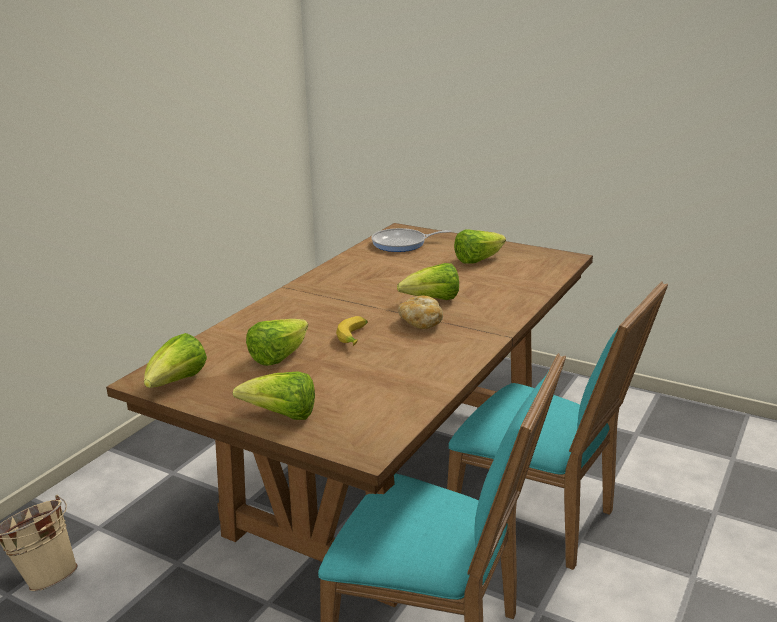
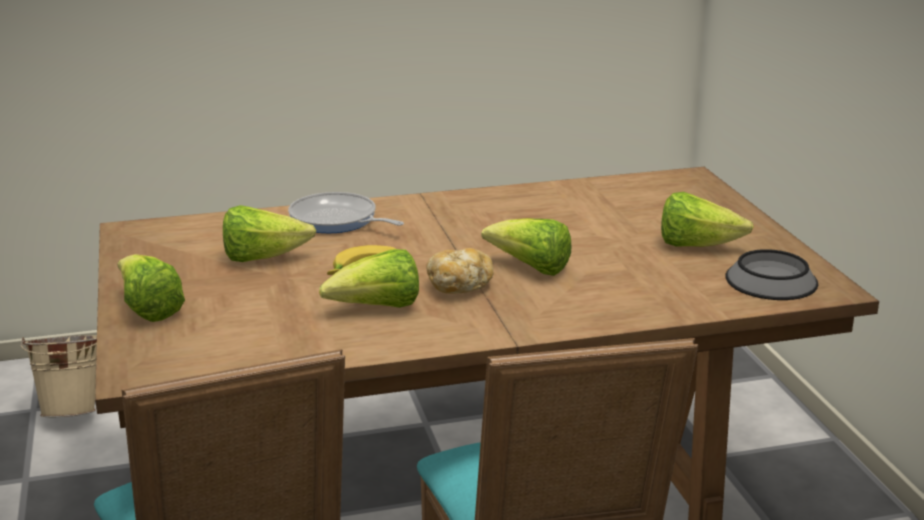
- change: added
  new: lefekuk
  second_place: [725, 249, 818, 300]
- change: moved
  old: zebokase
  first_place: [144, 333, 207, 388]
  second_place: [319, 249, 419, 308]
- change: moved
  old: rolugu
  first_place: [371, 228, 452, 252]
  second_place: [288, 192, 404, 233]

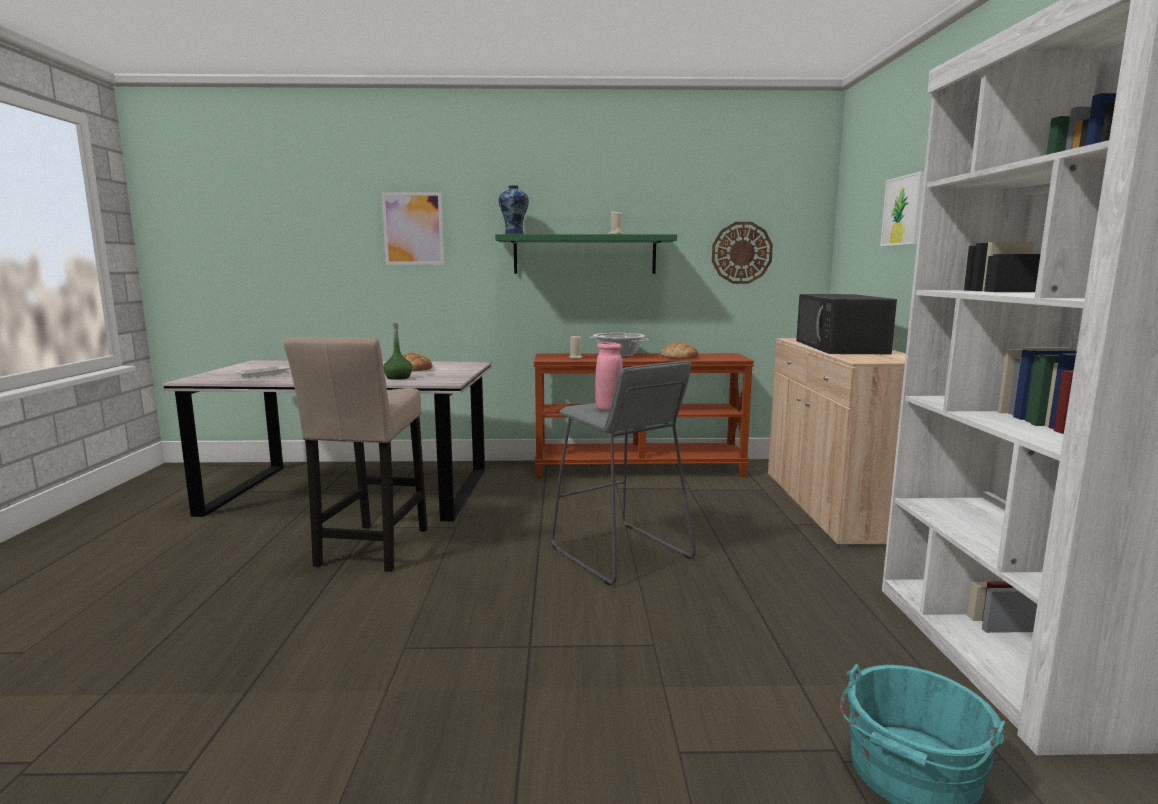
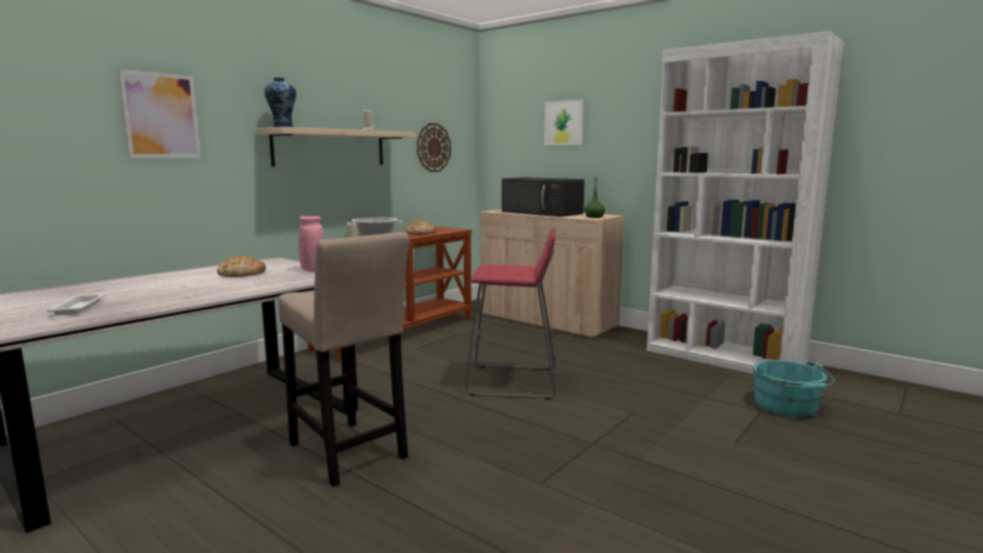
- change: moved
  old: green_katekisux
  first_place: [383, 323, 413, 380]
  second_place: [584, 177, 605, 218]
- change: moved
  old: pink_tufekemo
  first_place: [595, 342, 623, 411]
  second_place: [299, 216, 324, 271]
- change: recoloured
  old: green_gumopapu
  new: beige_gumopapu
  first_place: [495, 234, 677, 274]
  second_place: [256, 127, 416, 167]
- change: recoloured
  old: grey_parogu
  new: red_parogu
  first_place: [552, 361, 696, 586]
  second_place: [465, 228, 556, 399]

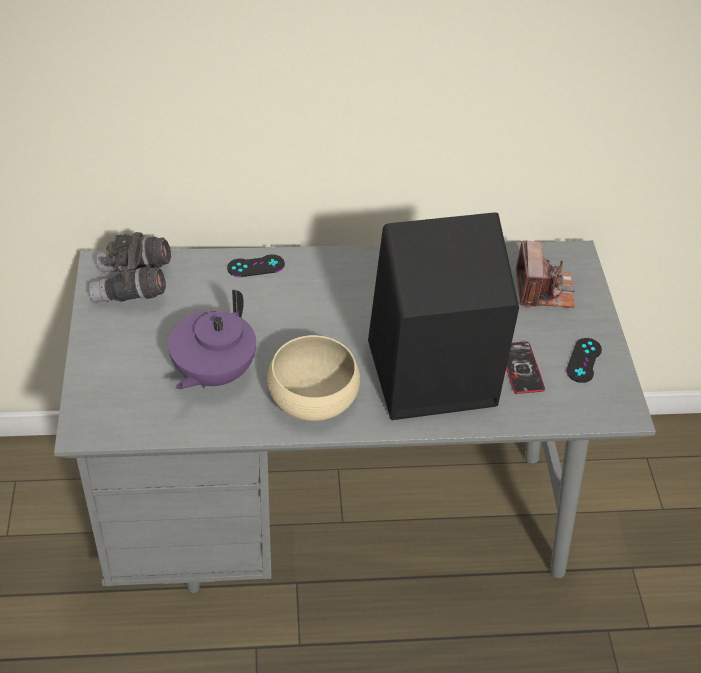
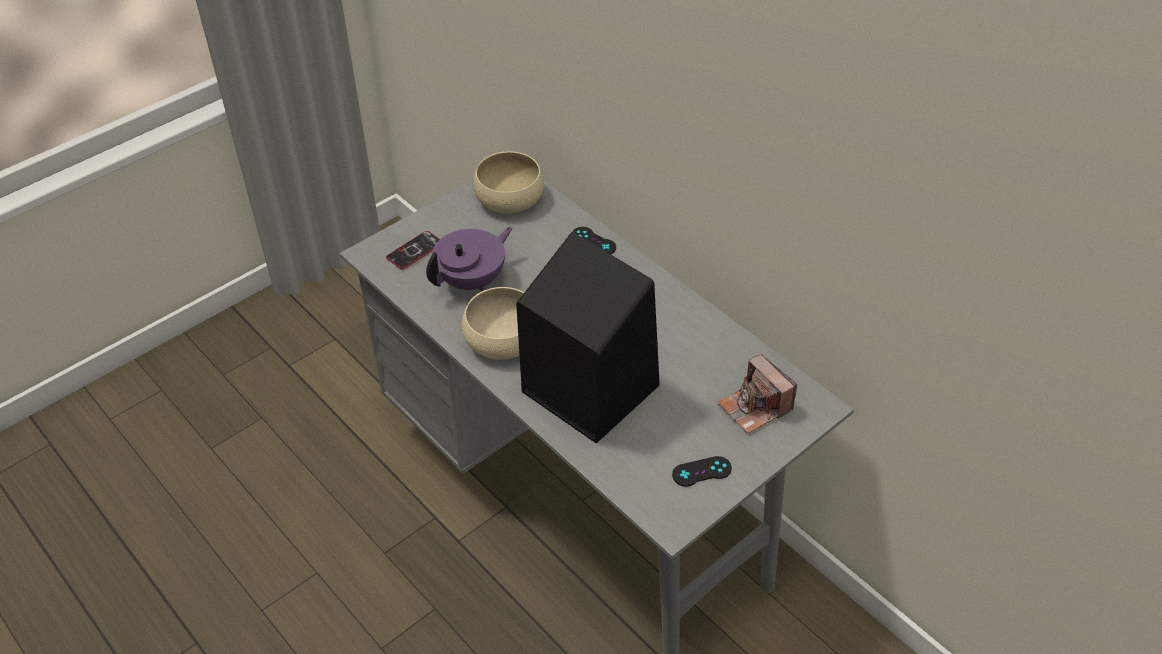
- change: moved
  old: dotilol
  first_place: [506, 341, 545, 394]
  second_place: [386, 231, 440, 270]
- change: replaced
  old: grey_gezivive
  new: beige_lefekuk
  first_place: [89, 232, 171, 303]
  second_place: [473, 151, 544, 214]
- change: turned
  old: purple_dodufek
  first_place: [168, 290, 256, 390]
  second_place: [426, 227, 513, 291]
  degrees: 150
- change: turned
  old: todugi
  first_place: [516, 241, 575, 308]
  second_place: [718, 354, 797, 434]
  degrees: 90

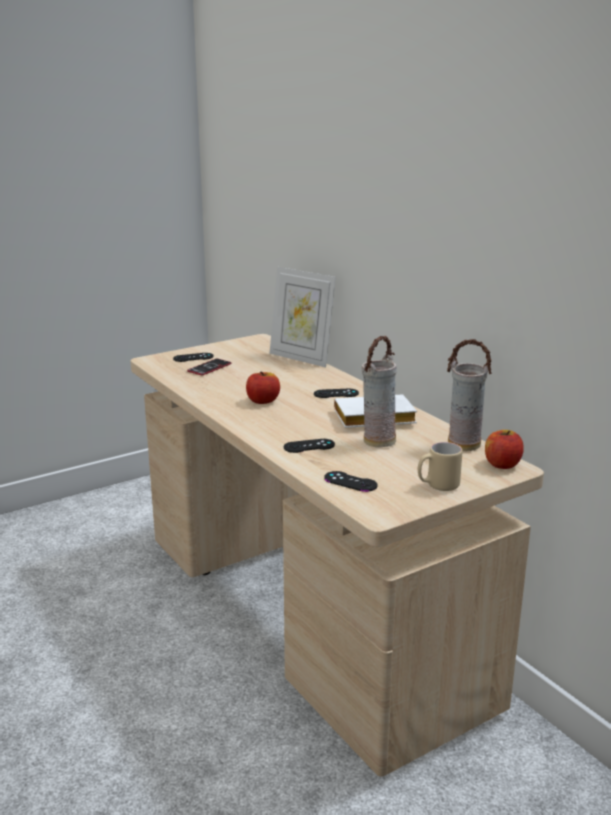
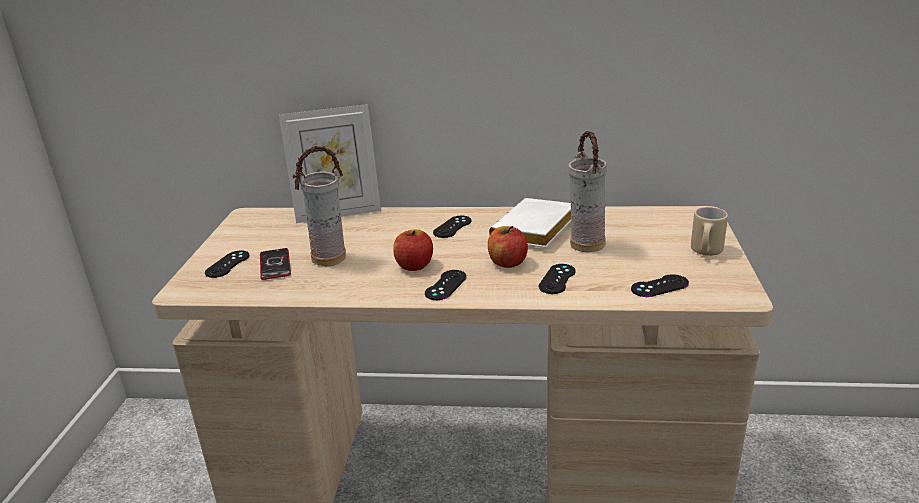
- change: added
  new: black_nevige
  second_place: [425, 270, 467, 300]
- change: moved
  old: tufekemo
  first_place: [447, 339, 492, 451]
  second_place: [293, 146, 346, 266]
- change: moved
  old: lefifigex
  first_place: [485, 430, 524, 469]
  second_place: [488, 226, 528, 268]

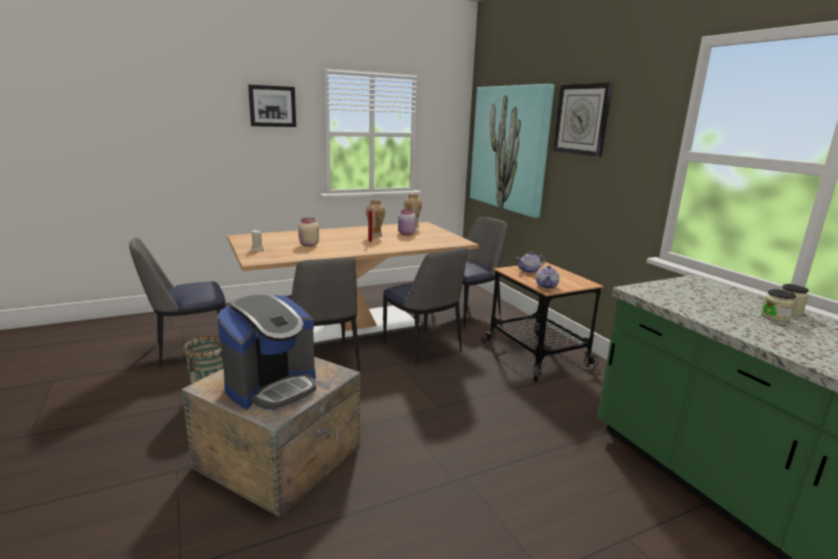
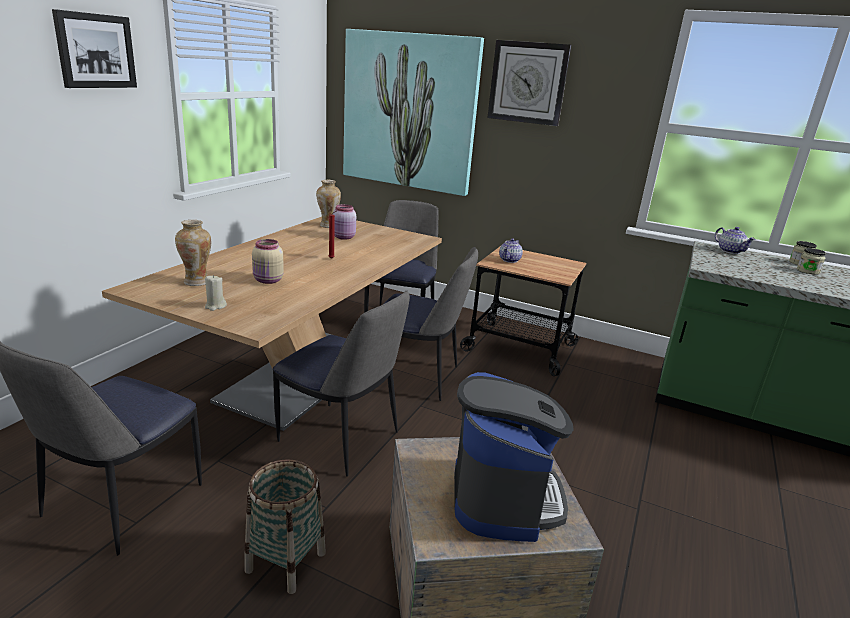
- change: moved
  old: tufekemo
  first_place: [366, 199, 385, 238]
  second_place: [175, 220, 211, 286]
- change: moved
  old: dodufek
  first_place: [536, 265, 559, 289]
  second_place: [715, 227, 755, 254]

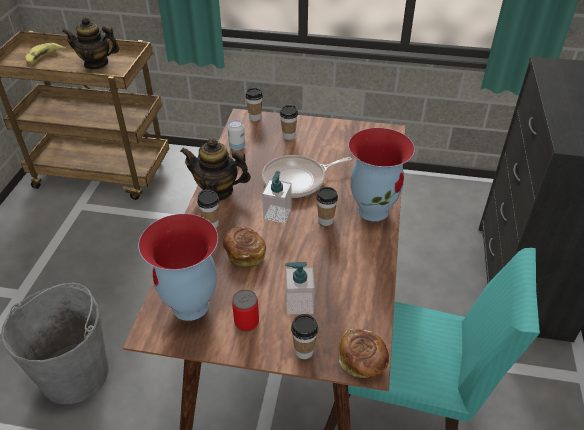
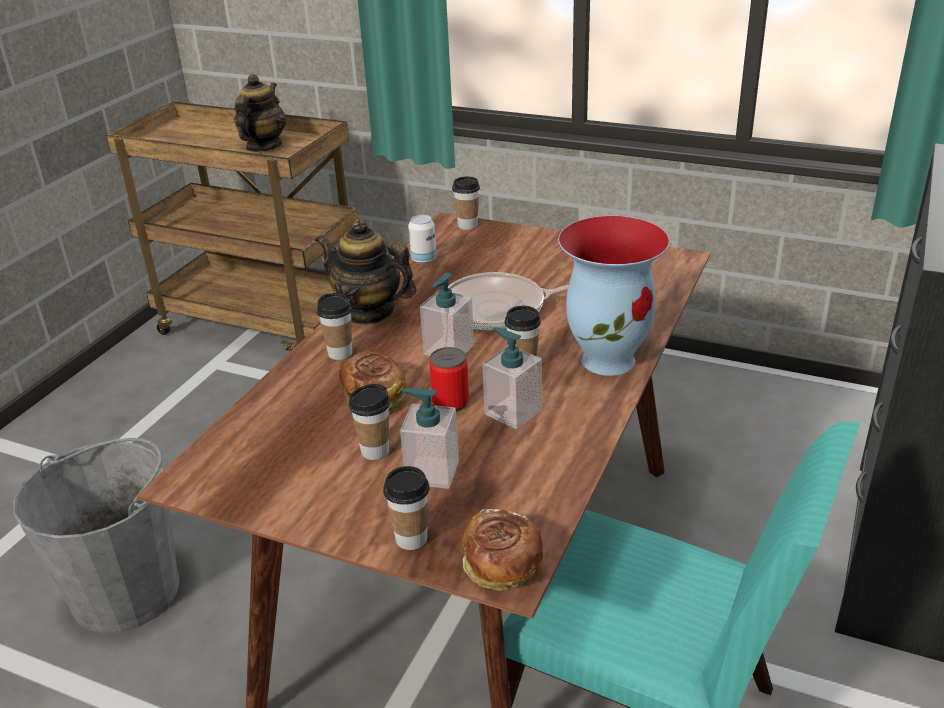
- change: removed
  old: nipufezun
  first_place: [25, 43, 66, 66]
- change: removed
  old: tufekemo
  first_place: [138, 214, 218, 321]
- change: added
  new: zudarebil
  second_place: [483, 327, 542, 429]
- change: moved
  old: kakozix
  first_place: [232, 289, 259, 331]
  second_place: [429, 347, 469, 412]
- change: moved
  old: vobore
  first_place: [280, 105, 298, 140]
  second_place: [349, 384, 390, 460]
- change: turned
  old: dodufek
  first_place: [62, 17, 120, 70]
  second_place: [234, 74, 286, 152]
  degrees: 90

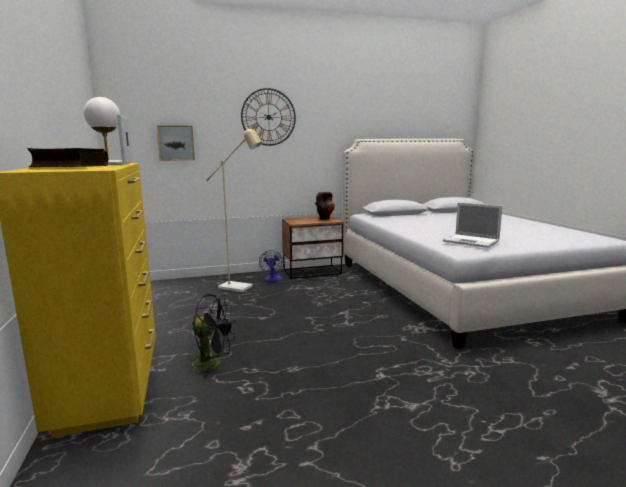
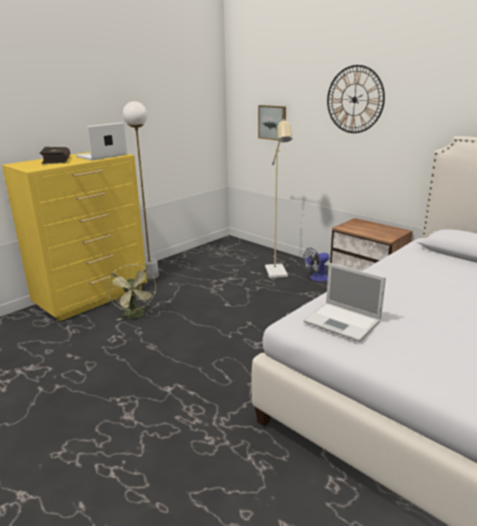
- change: removed
  old: tufekemo
  first_place: [315, 192, 335, 220]
- change: recoloured
  old: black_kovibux
  new: green_kovibux
  first_place: [189, 294, 235, 378]
  second_place: [107, 264, 156, 321]
- change: turned
  old: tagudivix
  first_place: [443, 203, 503, 248]
  second_place: [303, 263, 386, 342]
  degrees: -60

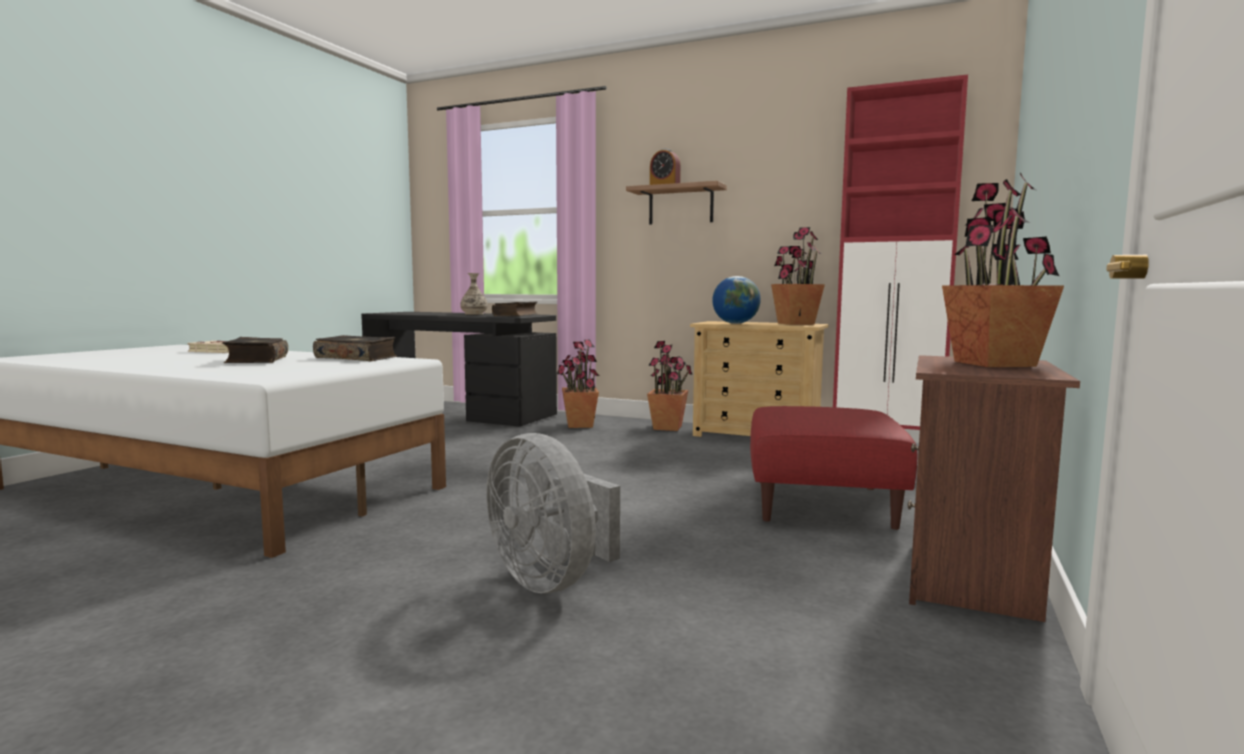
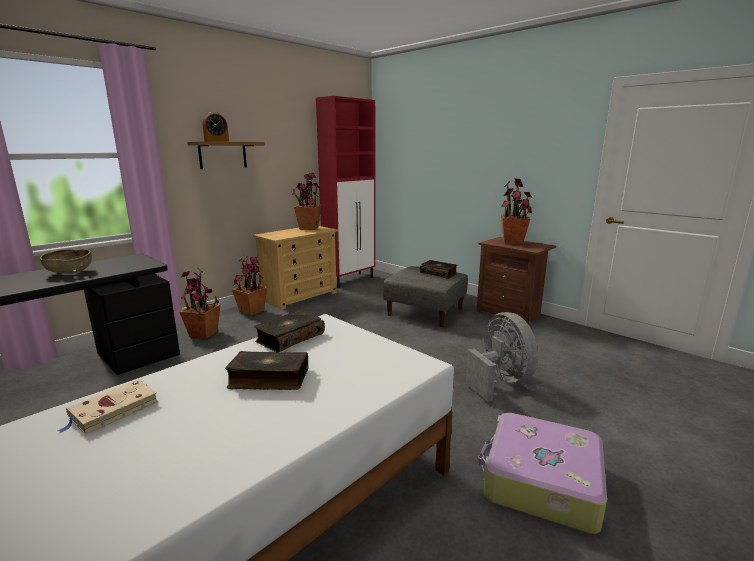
- change: removed
  old: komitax
  first_place: [712, 276, 761, 324]
- change: added
  new: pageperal
  second_place: [478, 413, 607, 534]
- change: moved
  old: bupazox
  first_place: [492, 302, 538, 316]
  second_place: [420, 260, 457, 279]
- change: replaced
  old: tufekemo
  new: brown_lefekuk
  first_place: [460, 273, 488, 315]
  second_place: [40, 249, 92, 274]
- change: recoloured
  old: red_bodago
  new: grey_bodago
  first_place: [750, 406, 917, 530]
  second_place: [383, 266, 468, 327]
- change: turned
  old: grey_kovibux
  first_place: [486, 433, 620, 593]
  second_place: [466, 312, 538, 402]
  degrees: -90

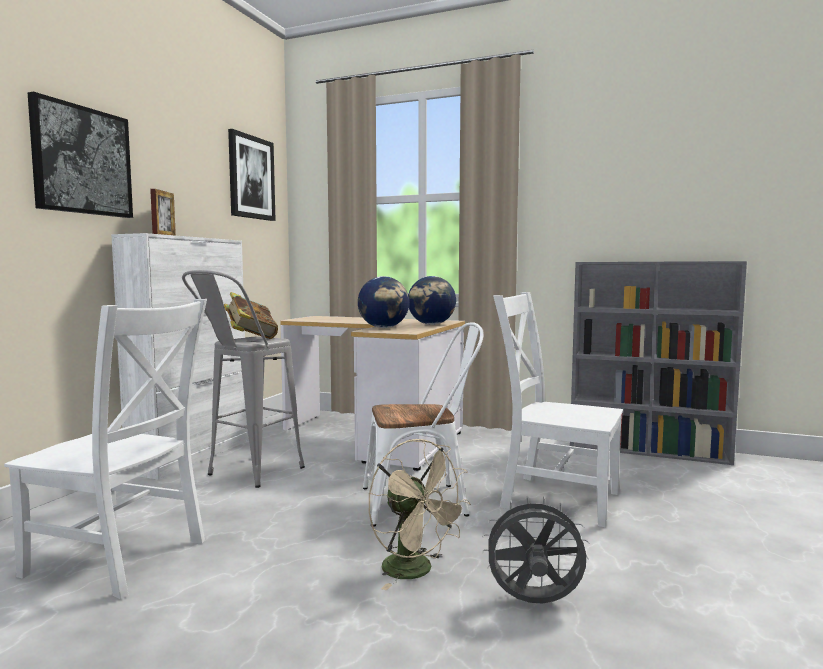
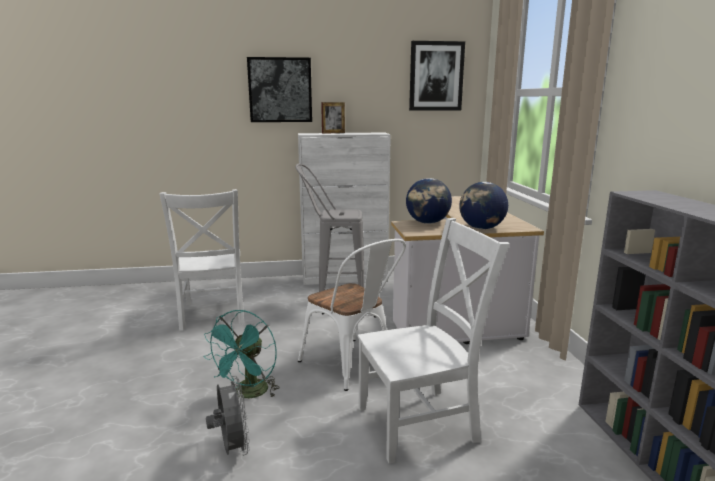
- change: removed
  old: bupazox
  first_place: [224, 292, 278, 339]
- change: recoloured
  old: beige_kovibux
  new: turquoise_kovibux
  first_place: [368, 439, 471, 590]
  second_place: [203, 310, 280, 398]
- change: turned
  old: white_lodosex
  first_place: [493, 292, 623, 527]
  second_place: [357, 218, 509, 464]
  degrees: 75

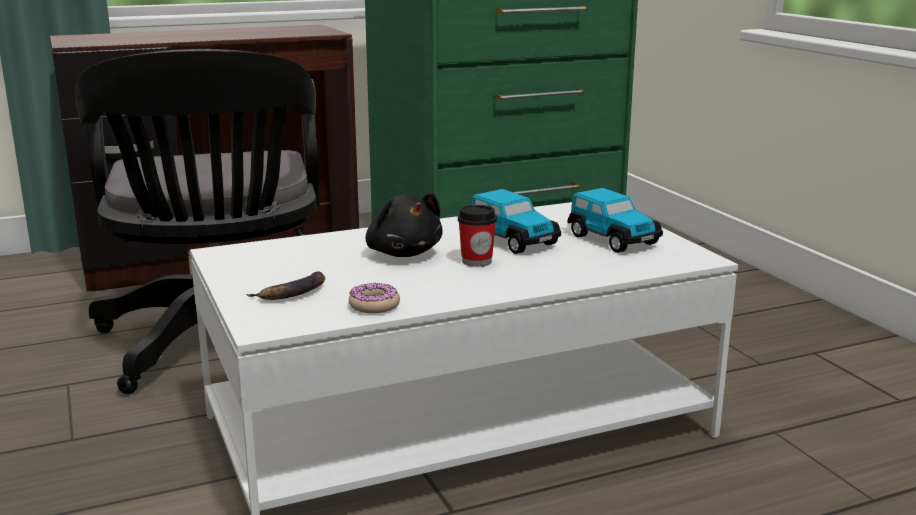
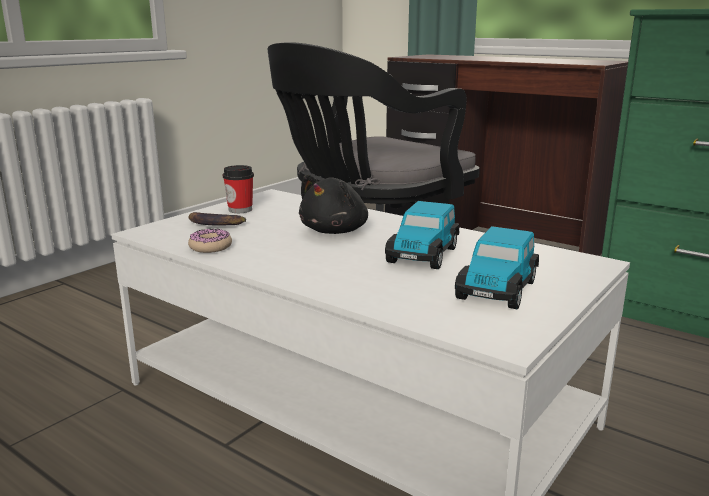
- change: moved
  old: vobore
  first_place: [458, 205, 497, 267]
  second_place: [223, 165, 254, 213]

